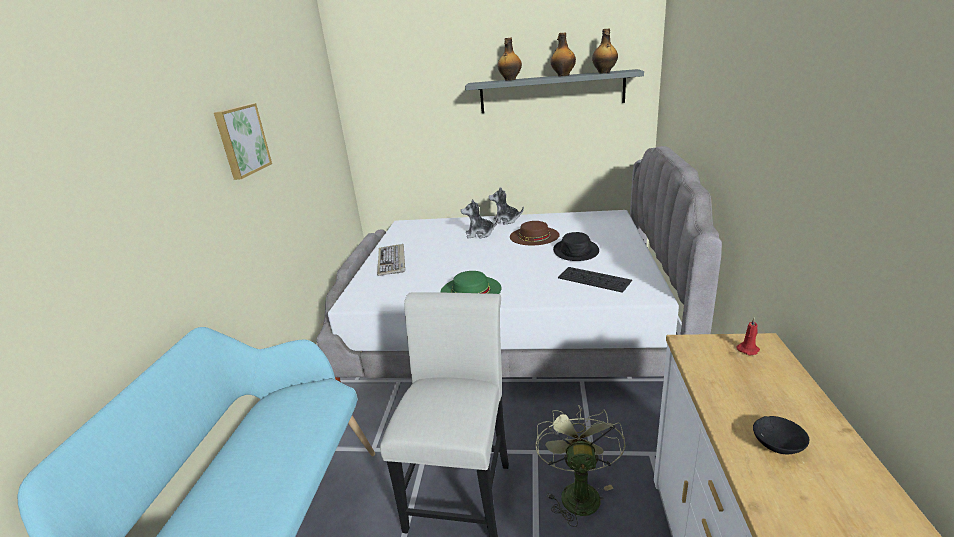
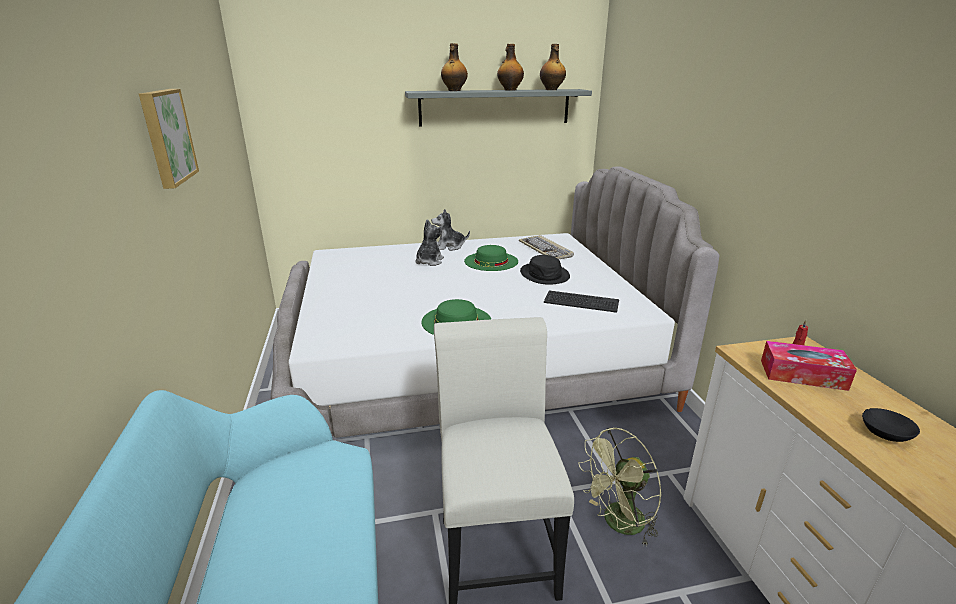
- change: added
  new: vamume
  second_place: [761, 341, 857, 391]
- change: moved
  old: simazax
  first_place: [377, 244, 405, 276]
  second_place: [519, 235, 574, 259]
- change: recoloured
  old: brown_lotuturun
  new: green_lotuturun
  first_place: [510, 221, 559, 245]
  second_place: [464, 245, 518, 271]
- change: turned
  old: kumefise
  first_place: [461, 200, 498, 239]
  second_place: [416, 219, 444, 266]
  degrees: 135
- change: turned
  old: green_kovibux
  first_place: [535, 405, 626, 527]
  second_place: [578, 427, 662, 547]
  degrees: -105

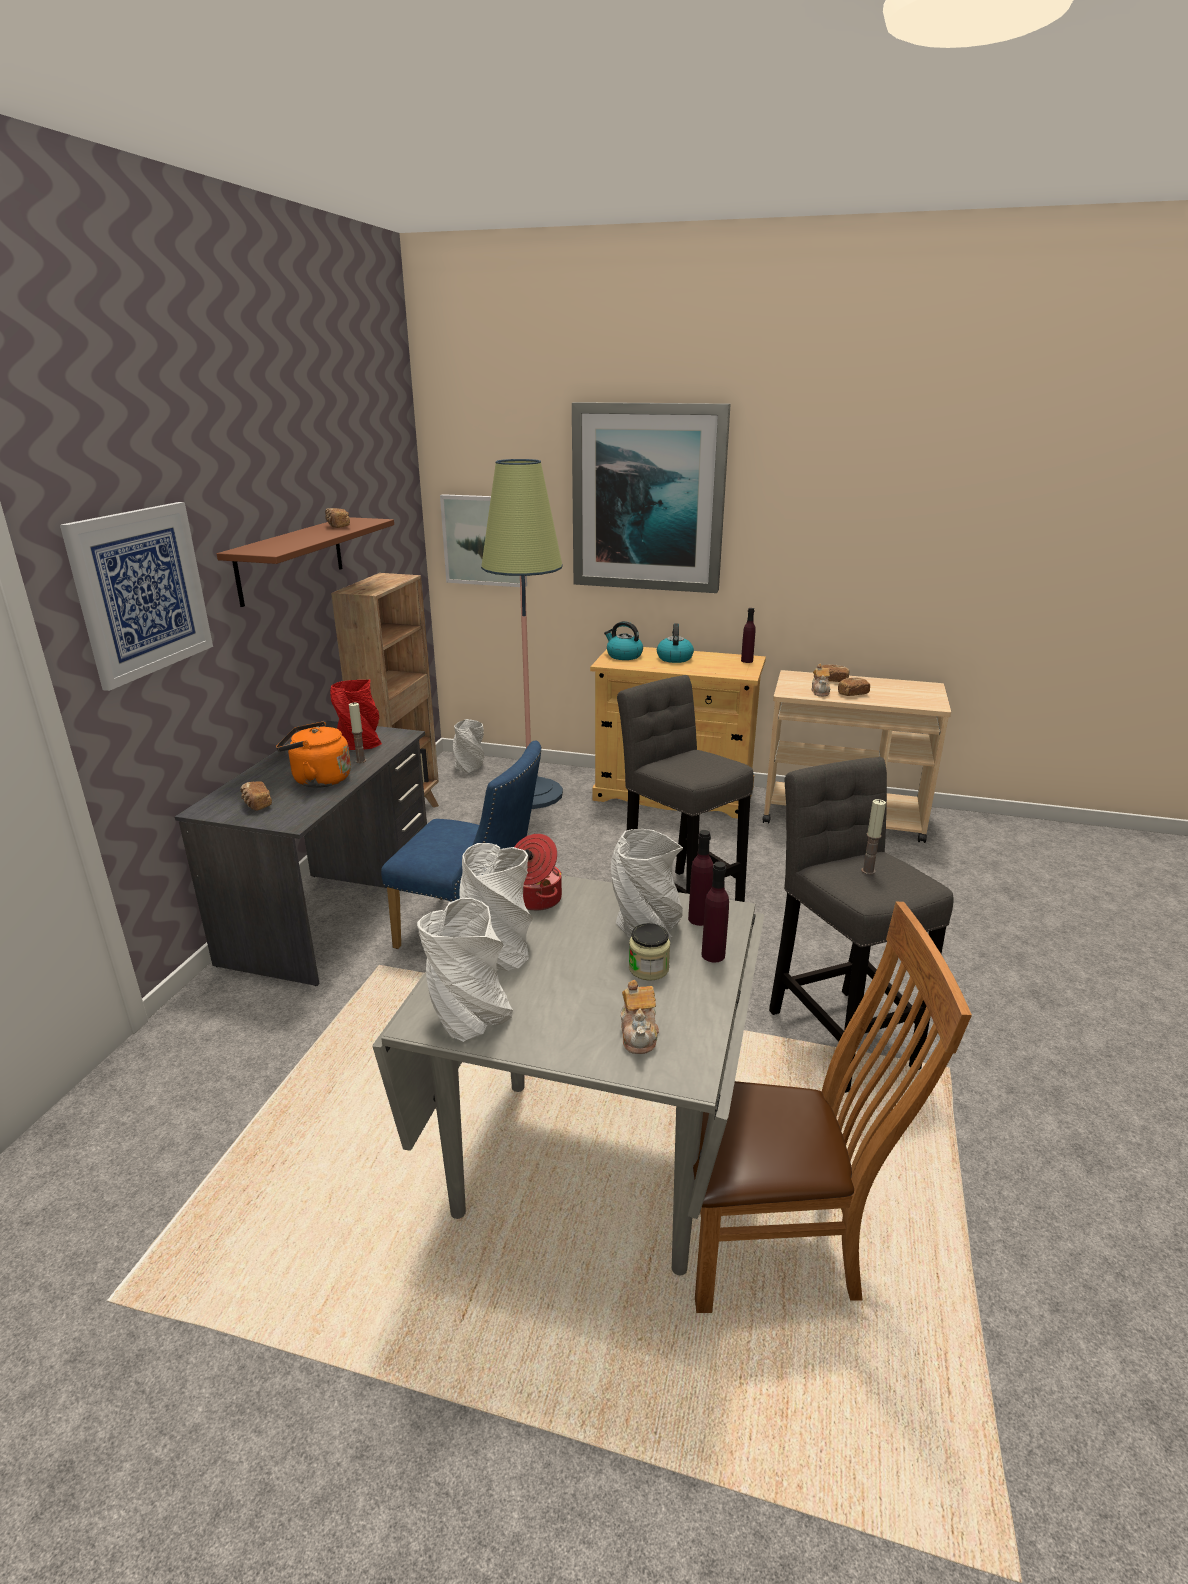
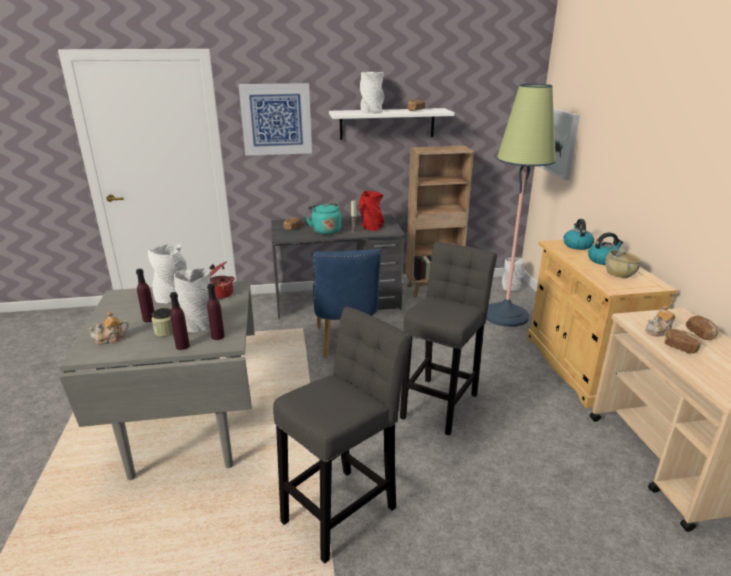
- change: removed
  old: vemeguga
  first_place: [572, 402, 731, 593]
- change: removed
  old: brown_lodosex
  first_place: [693, 902, 972, 1313]
- change: removed
  old: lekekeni
  first_place: [861, 799, 886, 875]
- change: added
  new: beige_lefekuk
  second_place: [605, 250, 641, 278]
- change: moved
  old: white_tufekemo
  first_place: [417, 898, 513, 1042]
  second_place: [360, 72, 385, 113]
- change: moved
  old: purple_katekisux
  first_place: [741, 608, 756, 663]
  second_place: [136, 269, 154, 322]
- change: recoloured
  old: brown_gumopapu
  new: white_gumopapu
  first_place: [217, 517, 394, 607]
  second_place: [329, 108, 454, 140]
- change: recoloured
  old: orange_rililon
  new: turquoise_rililon
  first_place: [276, 722, 351, 788]
  second_place: [306, 203, 341, 235]

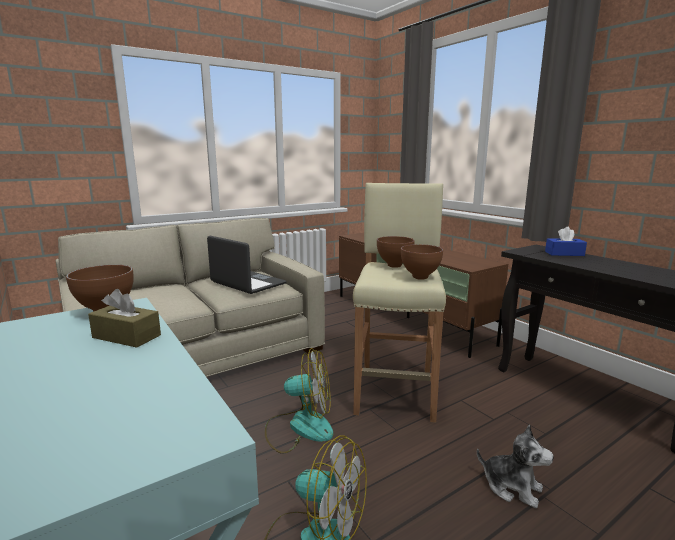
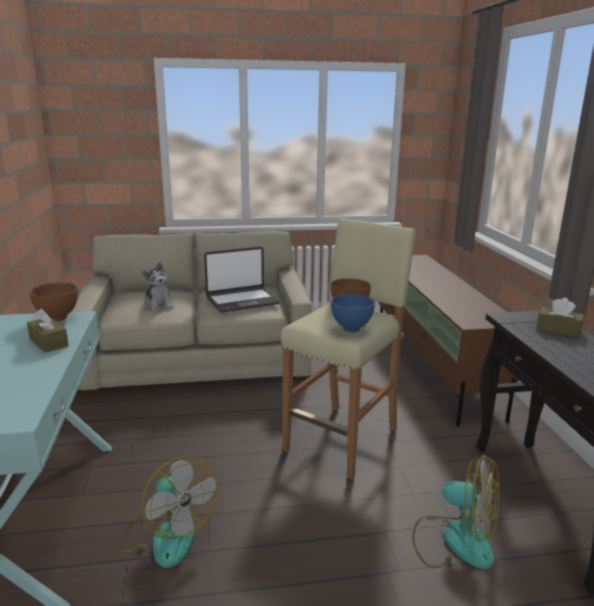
- change: moved
  old: kovibux
  first_place: [265, 348, 333, 454]
  second_place: [412, 455, 499, 569]
- change: moved
  old: kumefise
  first_place: [477, 425, 554, 508]
  second_place: [142, 262, 174, 312]
- change: recoloured
  old: brown_lefekuk
  new: blue_lefekuk
  first_place: [401, 244, 443, 280]
  second_place: [331, 294, 375, 333]
- change: recoloured
  old: blue_vamume
  new: brown_vamume
  first_place: [545, 227, 587, 256]
  second_place: [536, 298, 584, 337]
- change: turned
  old: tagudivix
  first_place: [207, 236, 287, 294]
  second_place: [204, 247, 280, 312]
  degrees: 90

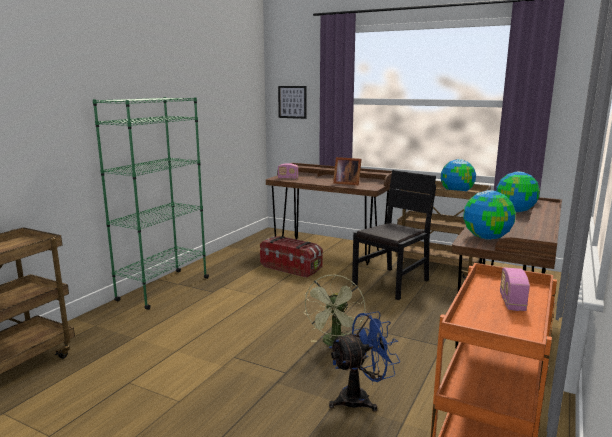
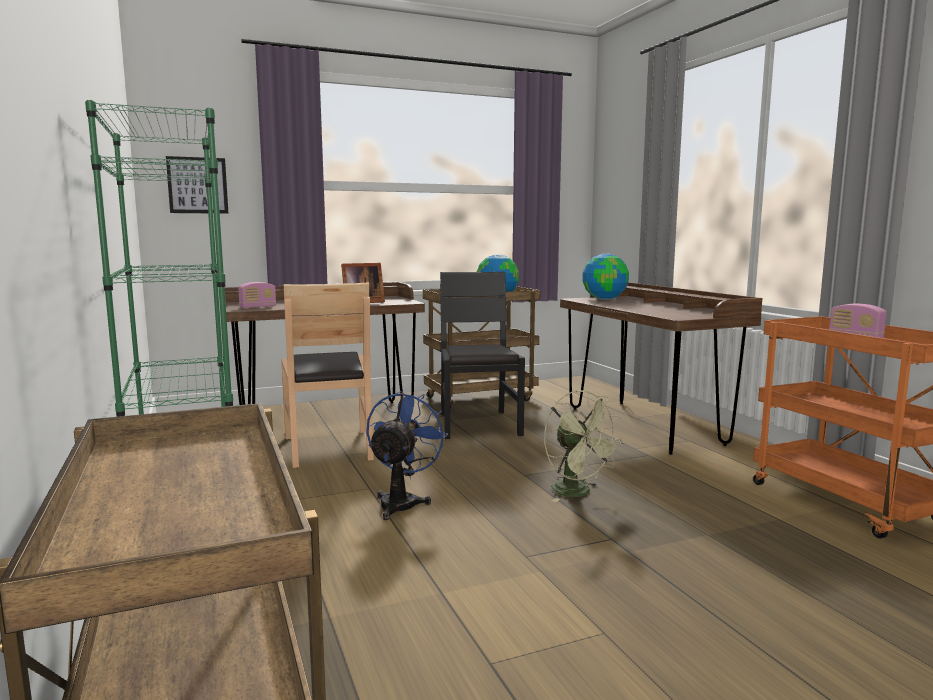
- change: removed
  old: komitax
  first_place: [463, 190, 516, 240]
- change: moved
  old: blue_kovibux
  first_place: [329, 311, 400, 411]
  second_place: [366, 391, 448, 520]
- change: replaced
  old: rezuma
  new: brown_lodosex
  first_place: [260, 236, 323, 278]
  second_place: [281, 282, 374, 468]

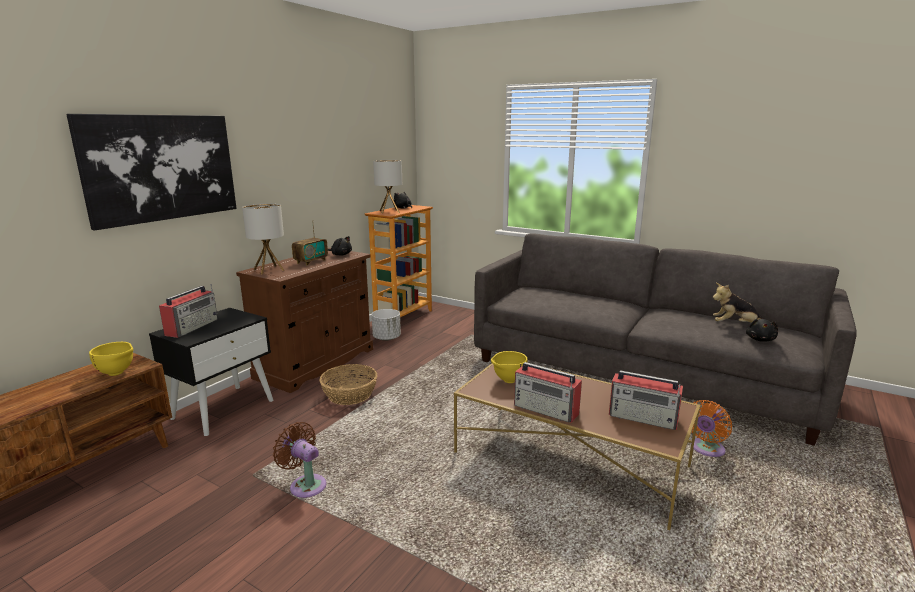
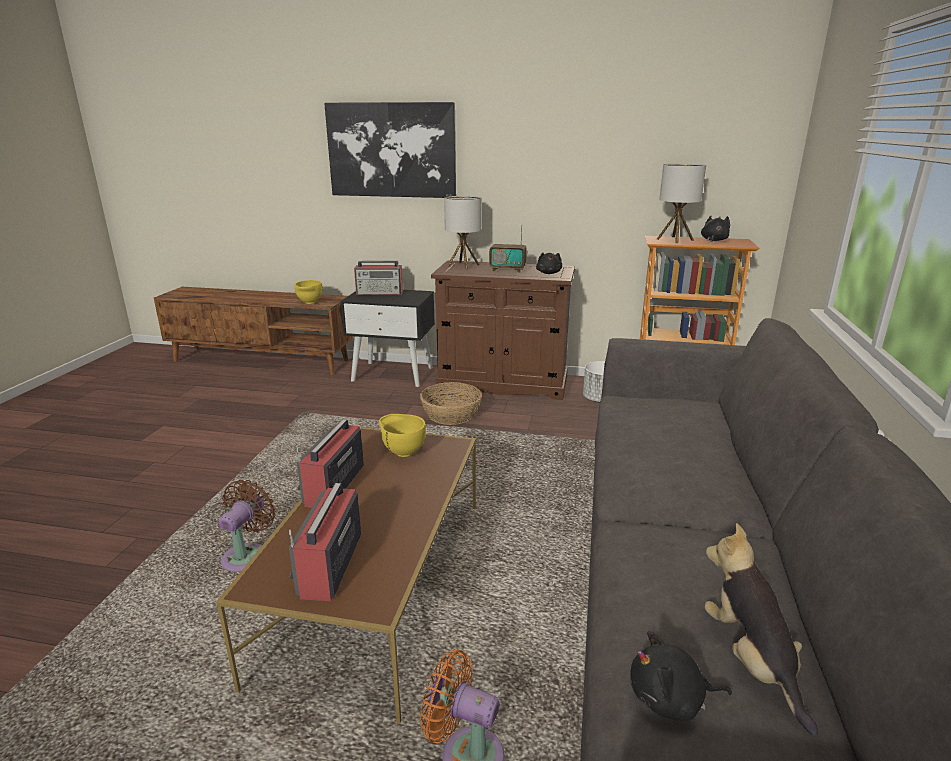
- change: moved
  old: brown_kovibux
  first_place: [273, 422, 327, 498]
  second_place: [219, 480, 275, 572]

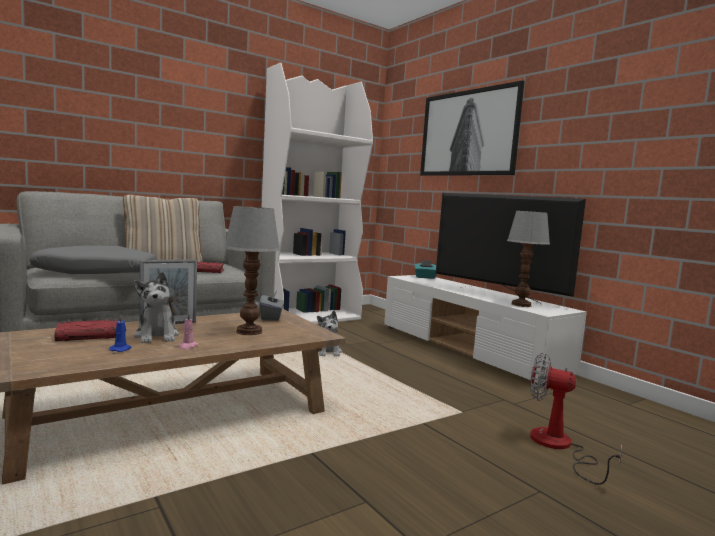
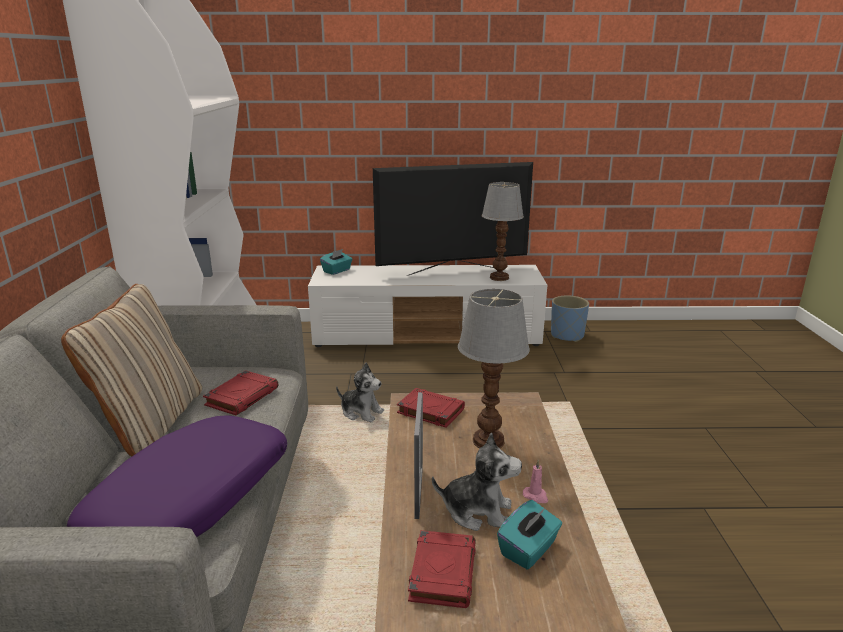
- change: removed
  old: vemeguga
  first_place: [420, 80, 525, 176]
- change: removed
  old: kovibux
  first_place: [530, 353, 622, 485]
- change: added
  new: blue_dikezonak
  second_place: [551, 295, 589, 342]
- change: replaced
  old: blue_lekekeni
  new: turquoise_vamume
  first_place: [109, 314, 131, 352]
  second_place: [497, 500, 562, 570]
- change: replaced
  old: grey_vamume
  new: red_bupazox
  first_place: [260, 291, 284, 321]
  second_place: [397, 388, 465, 428]
- change: recoloured
  old: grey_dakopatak
  new: purple_dakopatak
  first_place: [30, 245, 157, 274]
  second_place: [67, 415, 287, 537]

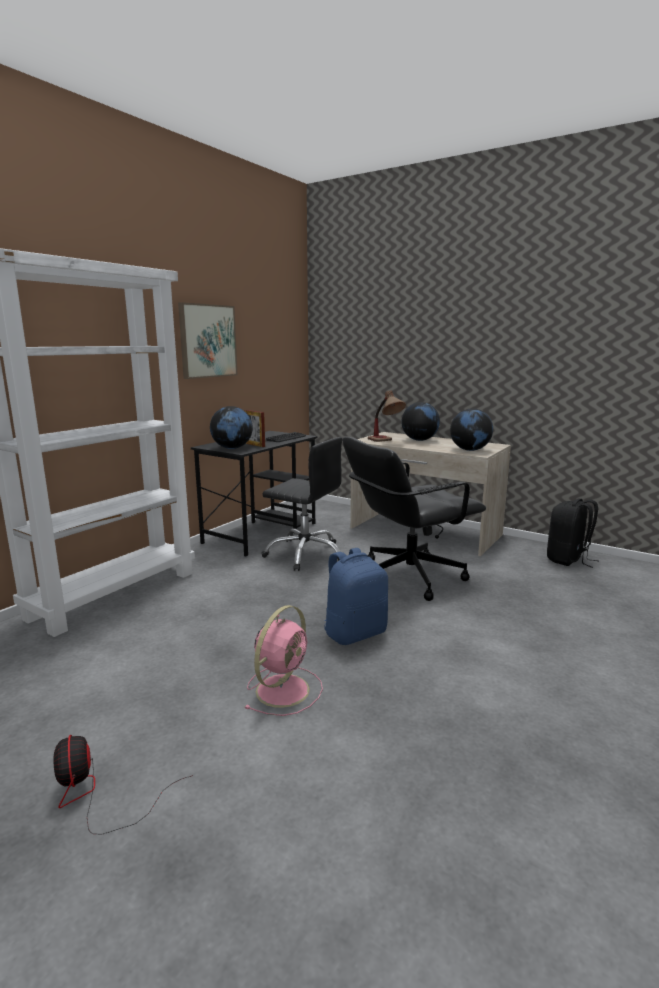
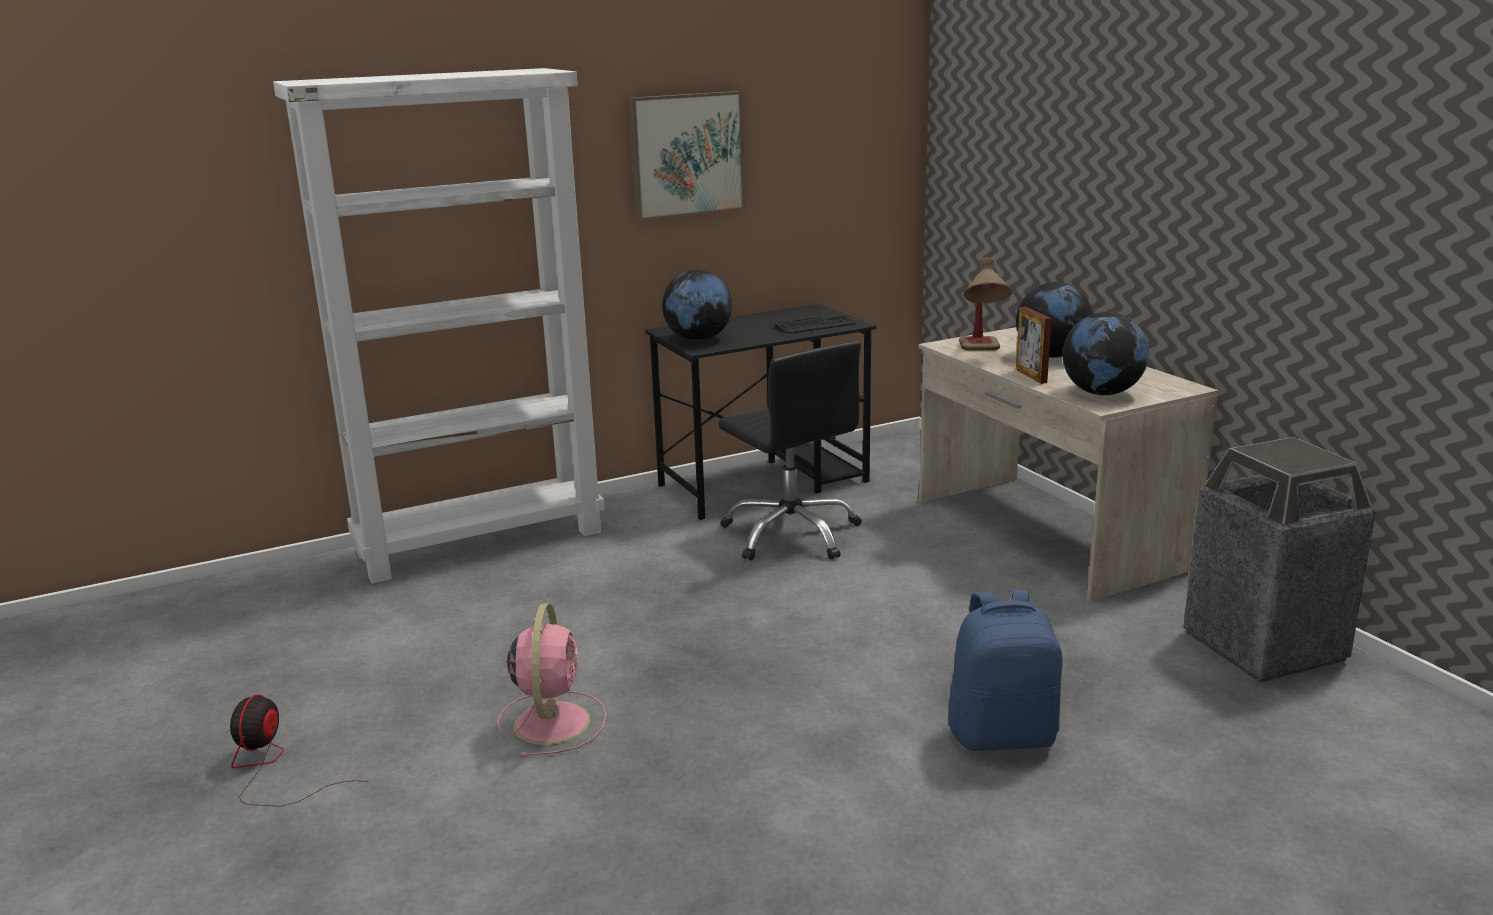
- change: removed
  old: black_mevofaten
  first_place: [343, 437, 486, 601]
- change: moved
  old: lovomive
  first_place: [244, 410, 265, 447]
  second_place: [1016, 307, 1052, 384]
- change: moved
  old: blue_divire
  first_place: [324, 548, 388, 645]
  second_place: [948, 590, 1062, 751]
- change: replaced
  old: black_divire
  new: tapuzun
  first_place: [547, 499, 599, 568]
  second_place: [1183, 437, 1376, 683]
- change: turned
  old: pink_kovibux
  first_place: [245, 605, 323, 716]
  second_place: [498, 603, 607, 758]
  degrees: -60

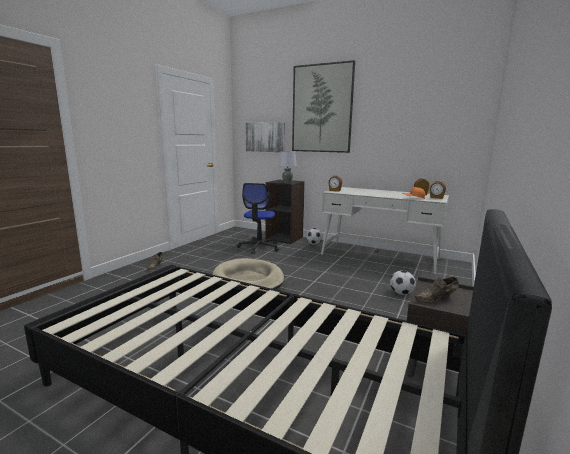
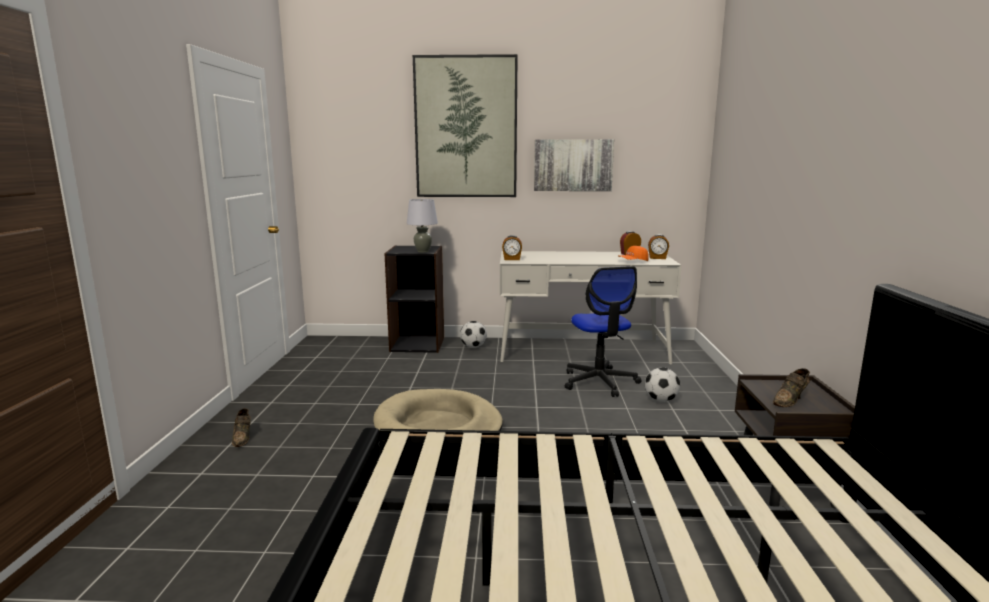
- change: moved
  old: mevofaten
  first_place: [237, 183, 279, 254]
  second_place: [565, 266, 642, 397]
- change: moved
  old: vemeguga
  first_place: [246, 122, 285, 152]
  second_place: [534, 139, 614, 191]

